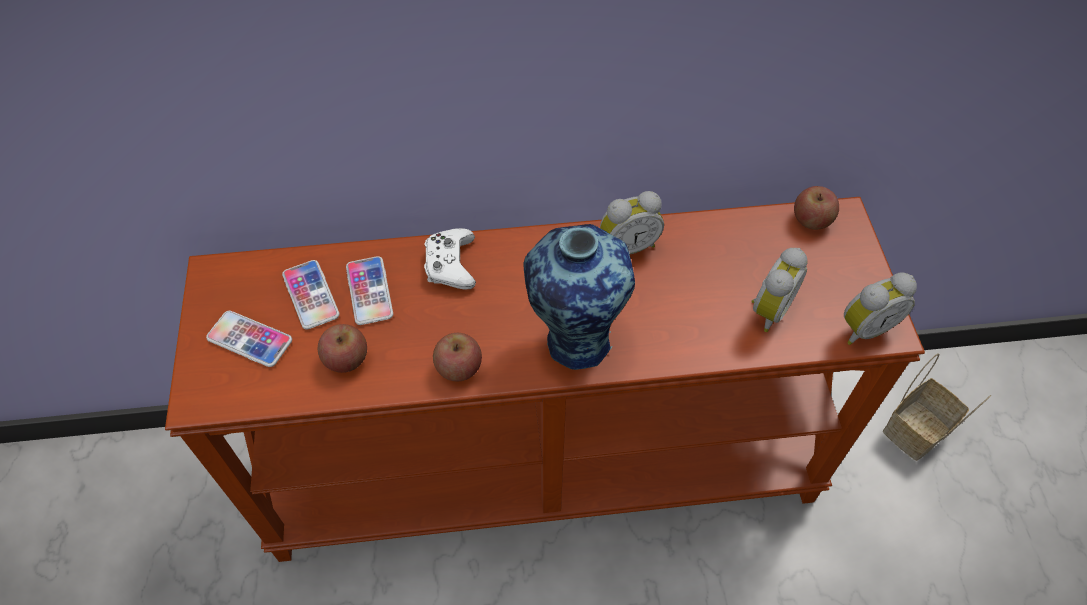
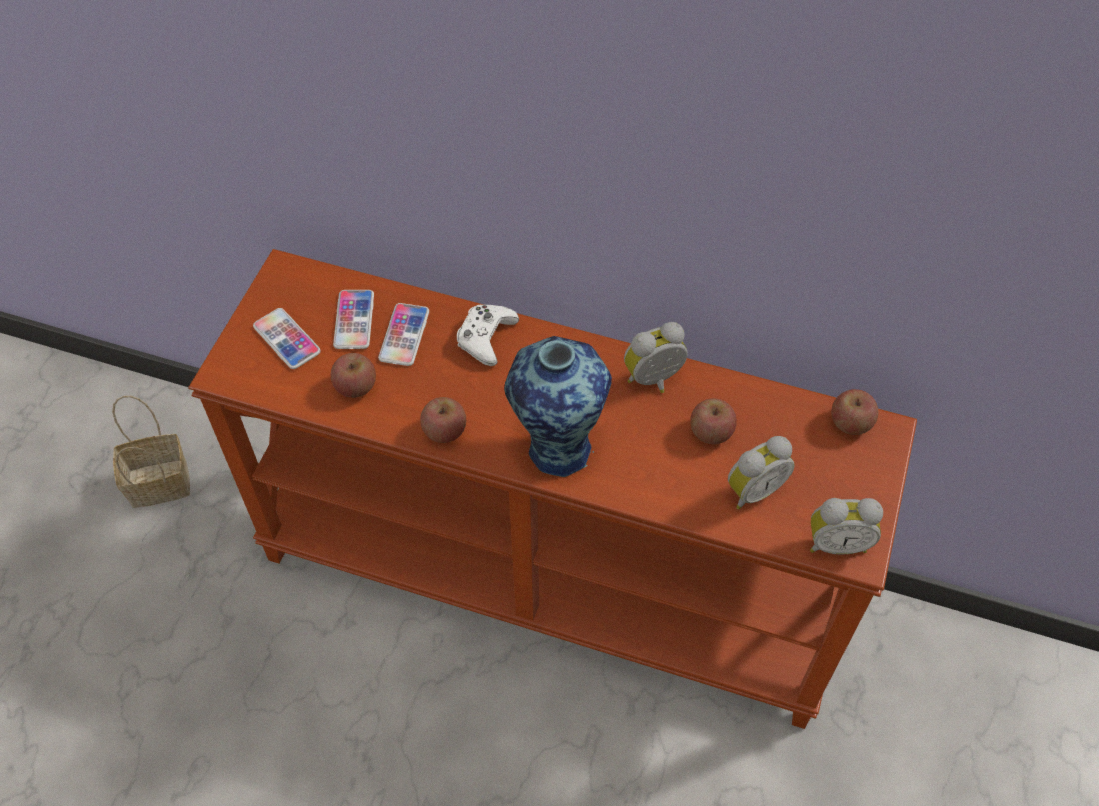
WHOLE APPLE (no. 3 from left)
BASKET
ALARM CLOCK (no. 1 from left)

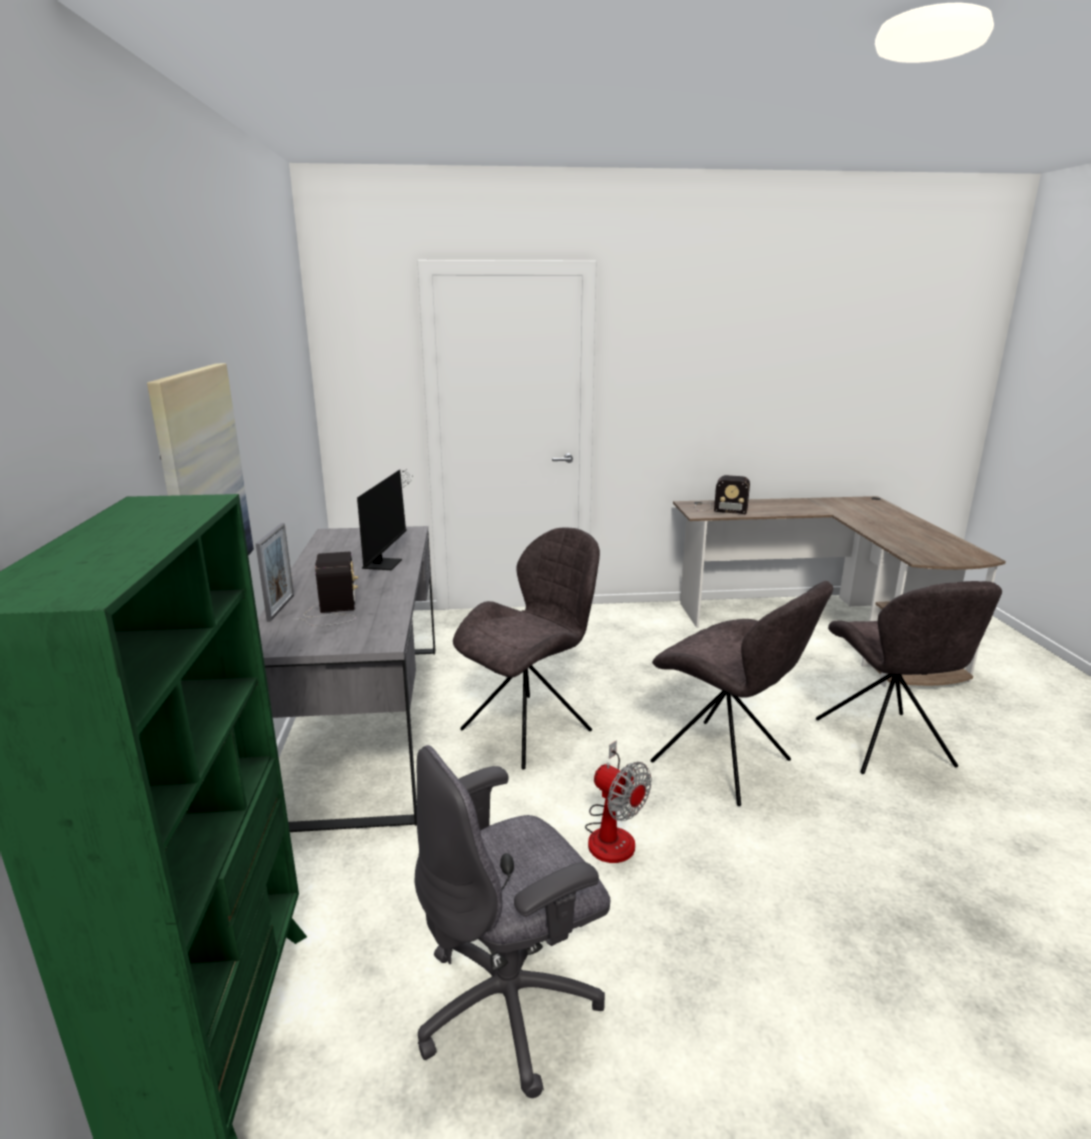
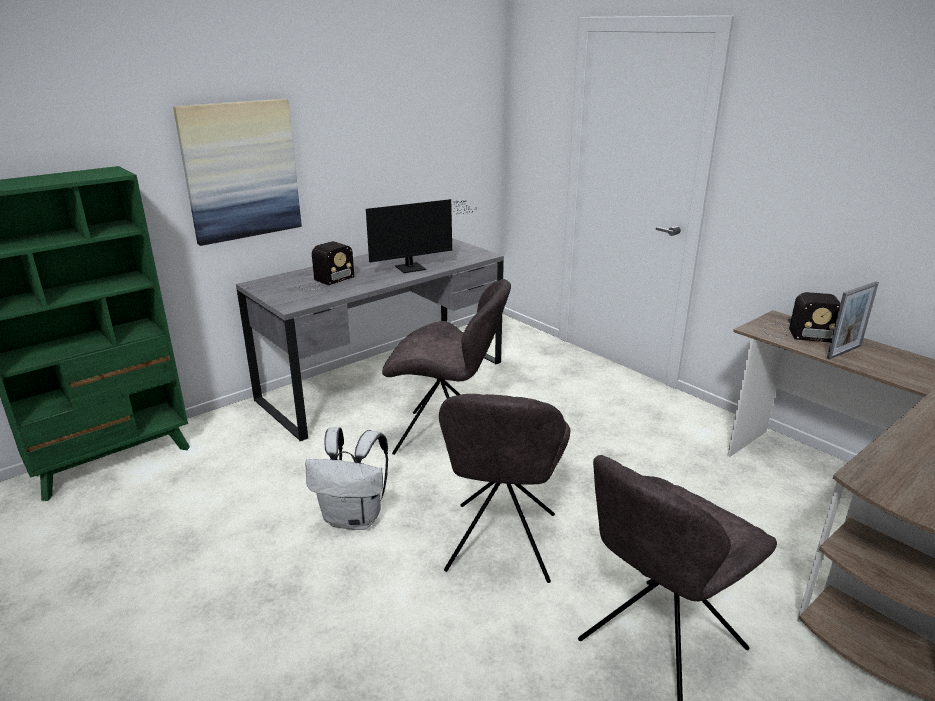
GREYISH DESK CHAIR
PHOTO FRAME
WHITE-COLOURED RUCKSACK
RADIO RECEIVER (no. 2 from left)

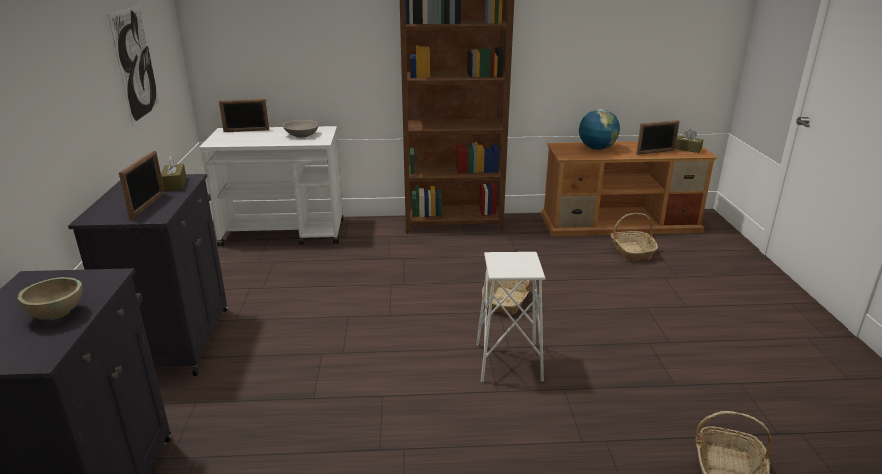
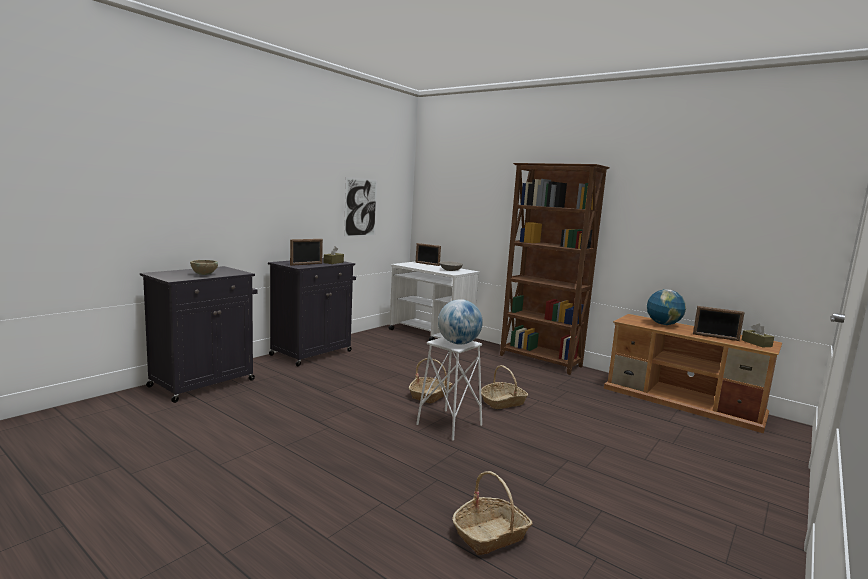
WORLD GLOBE (no. 1 from left)
BASKET (no. 1 from left)

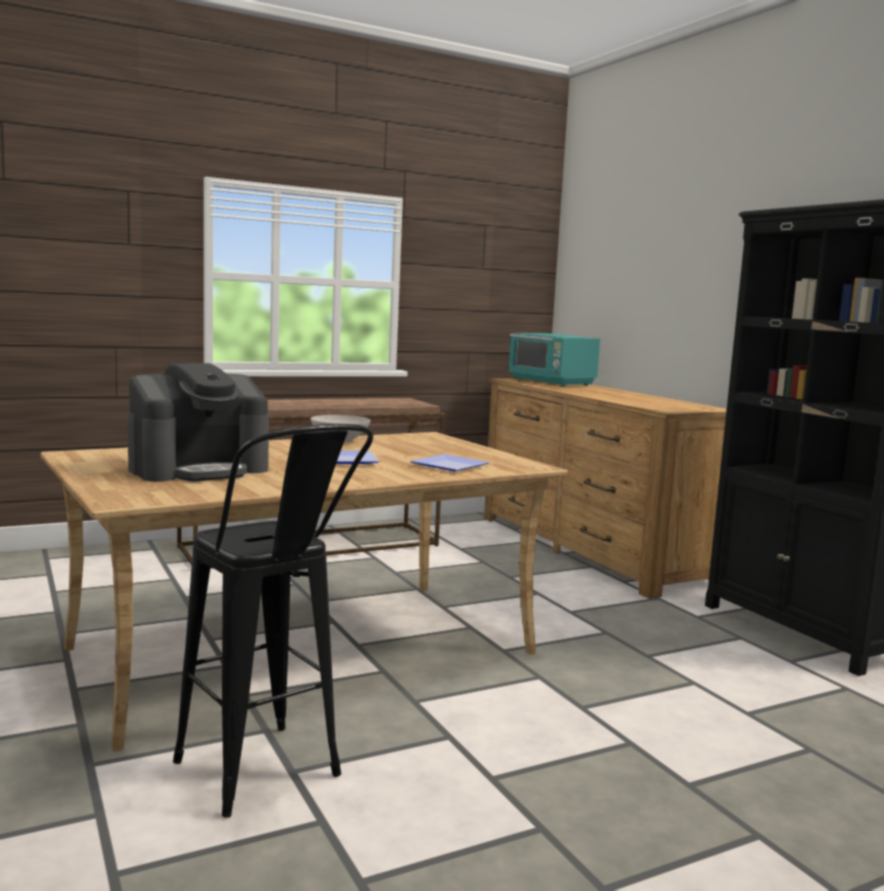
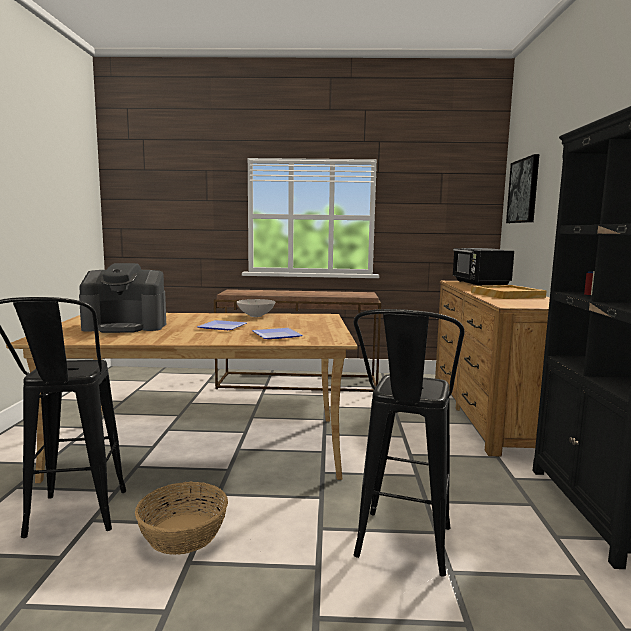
BASKET
BLACK-COLOURED SITTING STOOL (no. 2 from left)
BEIGE-COLOURED CARRYING TRAY
PICTURE
BLACK-COLOURED KITCHEN MICROWAVE

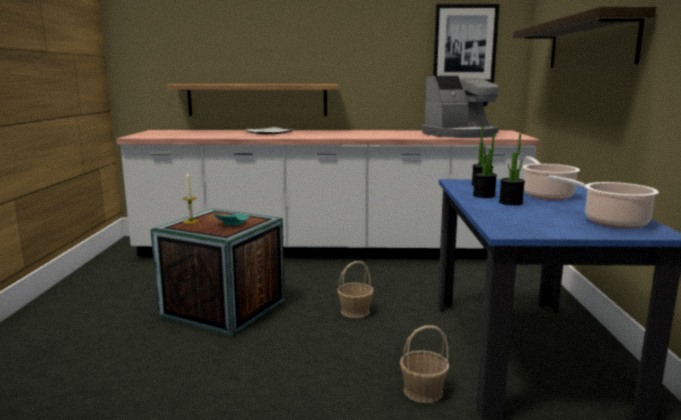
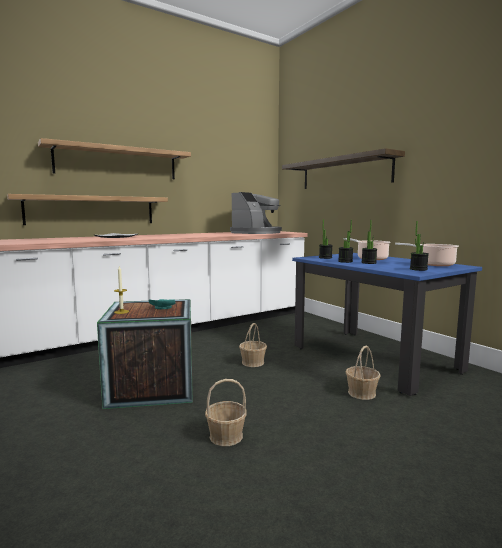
PICTURE
WALL SHELF (no. 2 from left)
BASKET (no. 1 from left)
HOUSEPLANT (no. 4 from left)

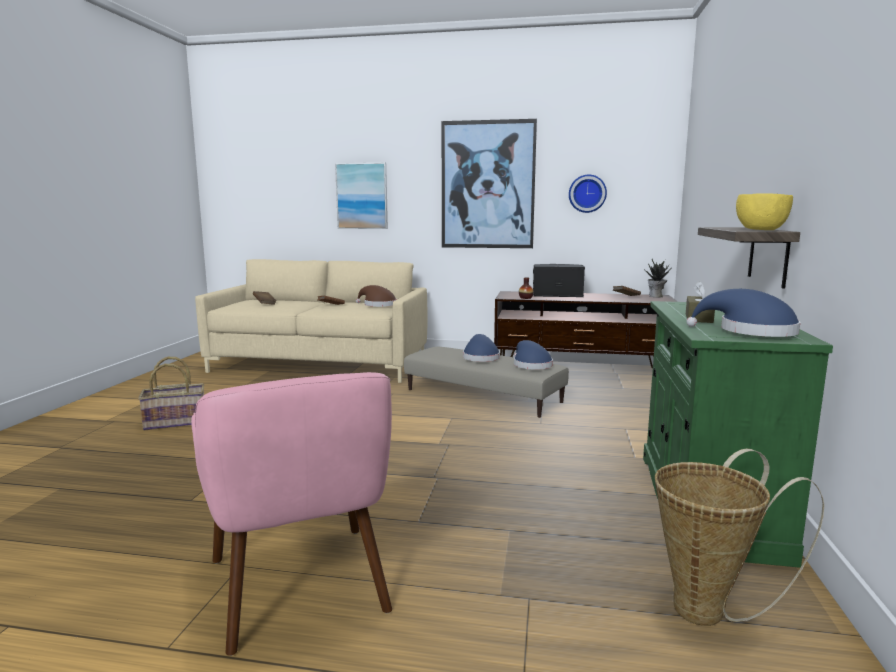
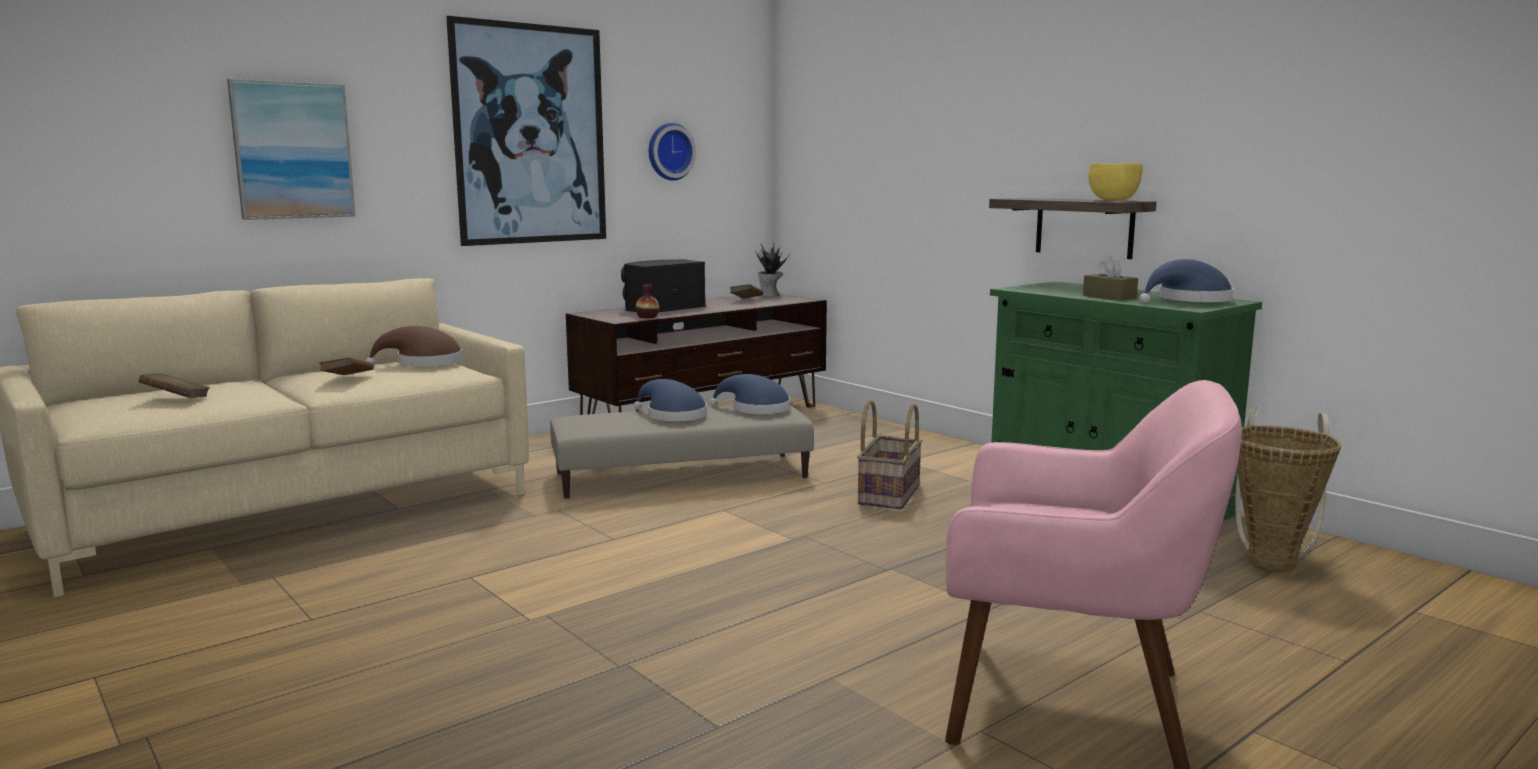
BASKET (no. 1 from left)

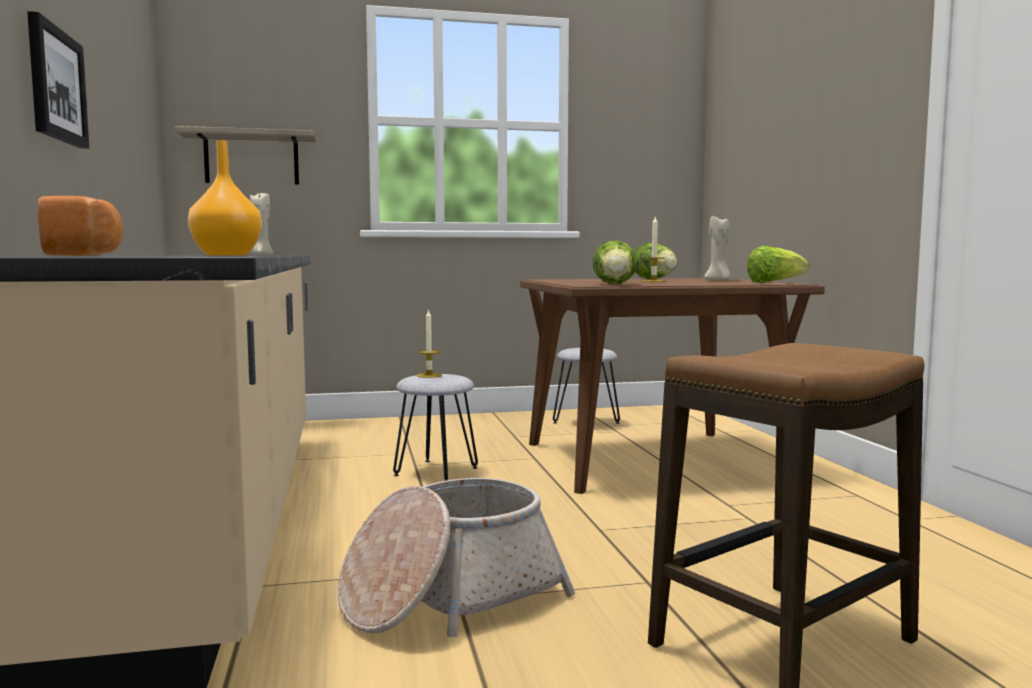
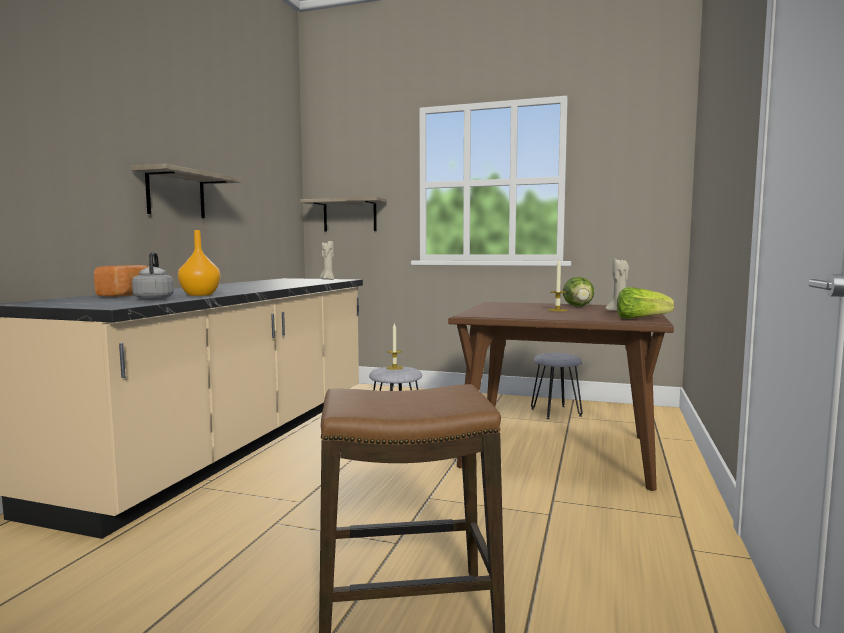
BASKET
LETTUCE HEAD (no. 1 from left in the first image)
GREYISH KETTLE
WALL SHELF (no. 1 from left)

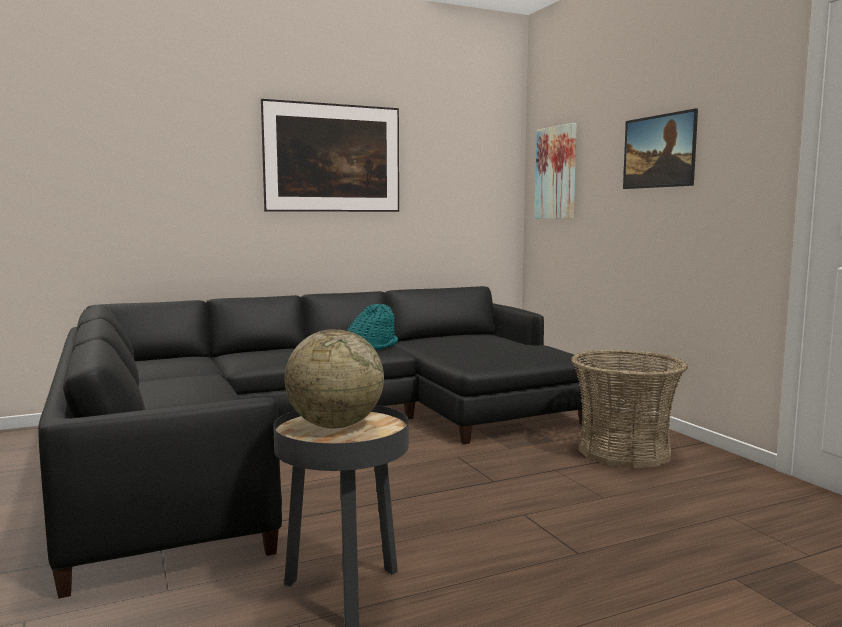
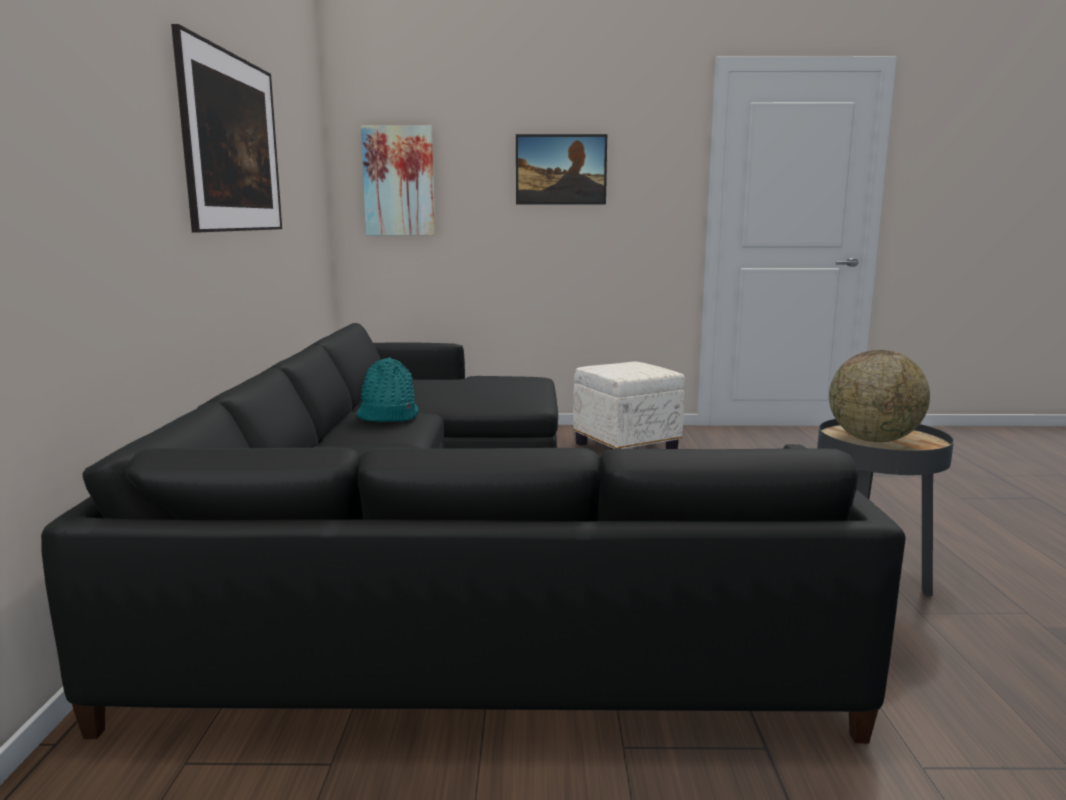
WHITE-COLOURED FOOTREST

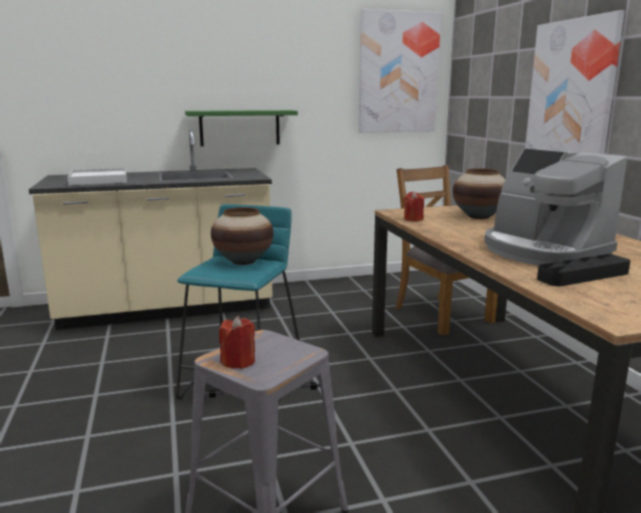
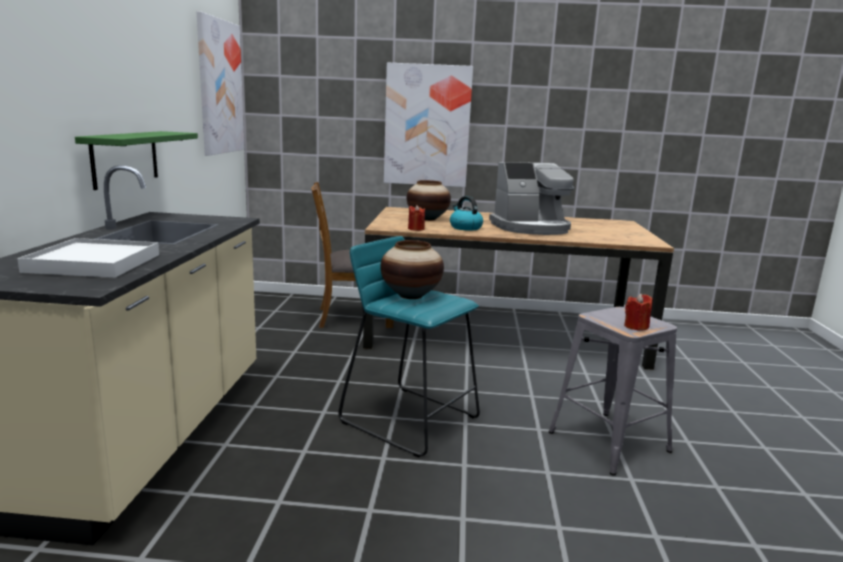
BLACK-COLOURED CARRYING TRAY
KETTLE

